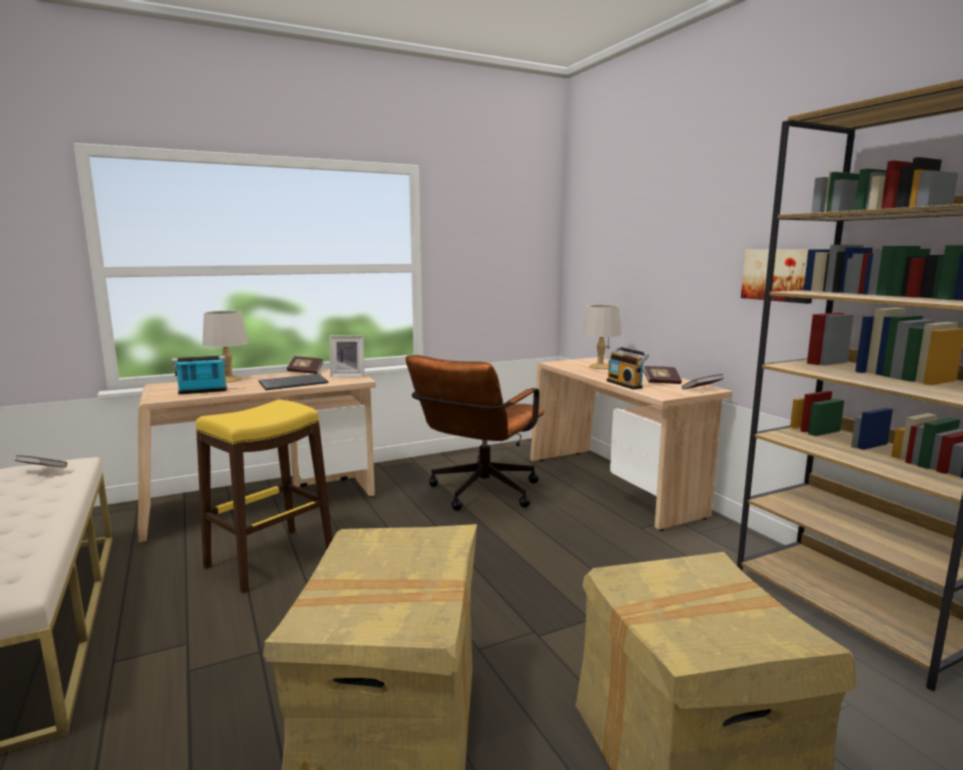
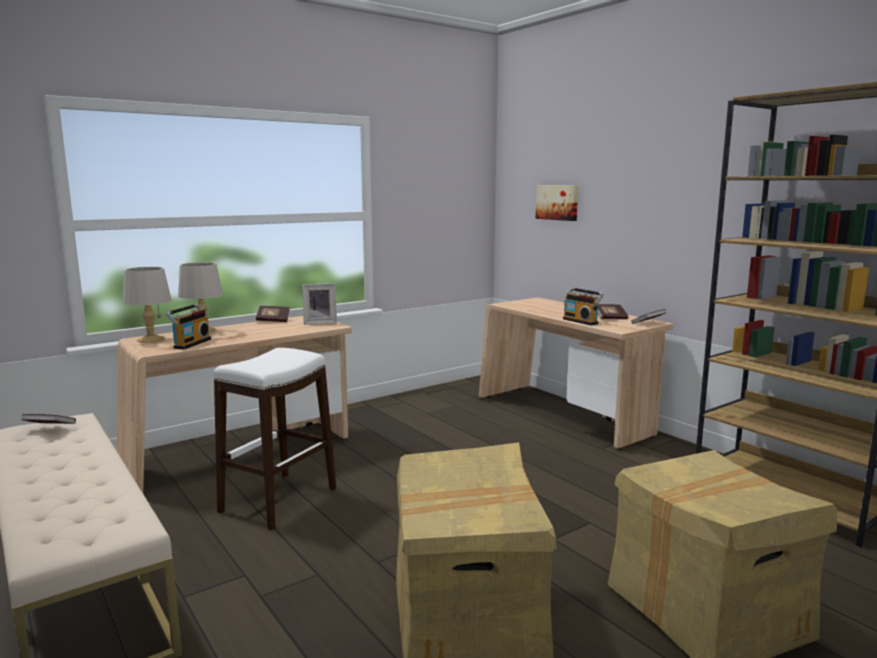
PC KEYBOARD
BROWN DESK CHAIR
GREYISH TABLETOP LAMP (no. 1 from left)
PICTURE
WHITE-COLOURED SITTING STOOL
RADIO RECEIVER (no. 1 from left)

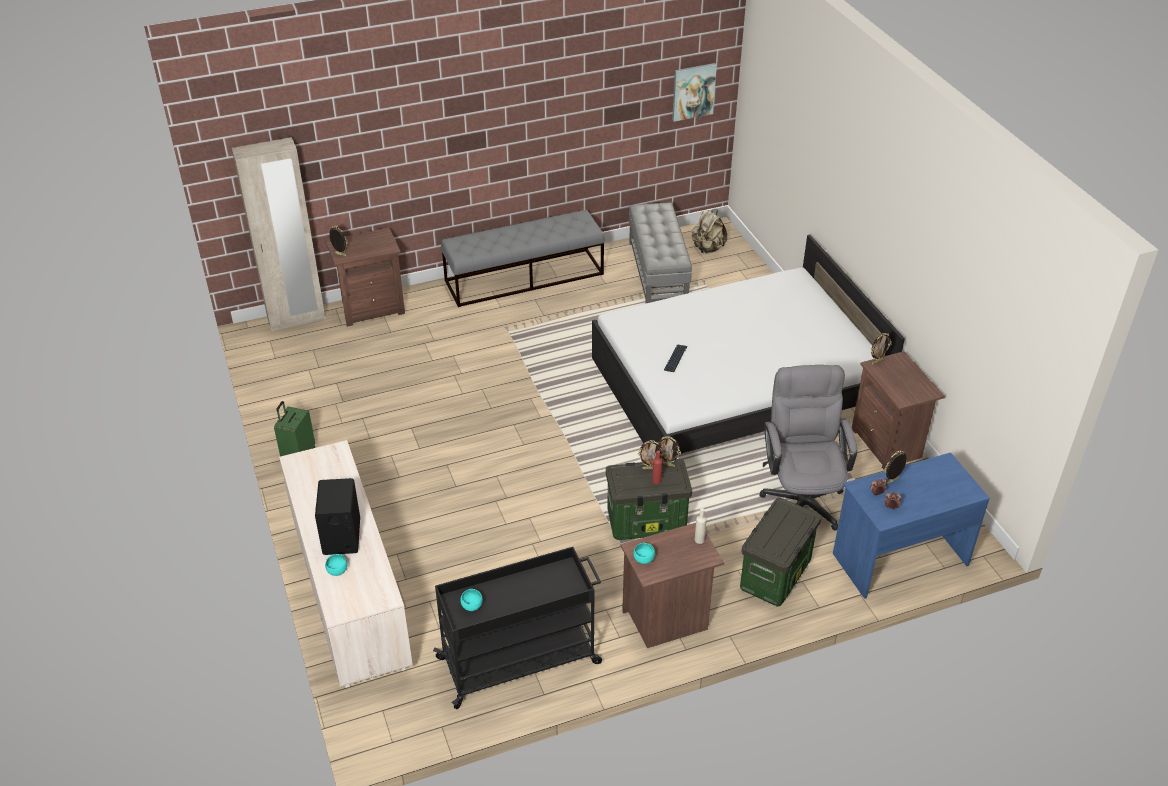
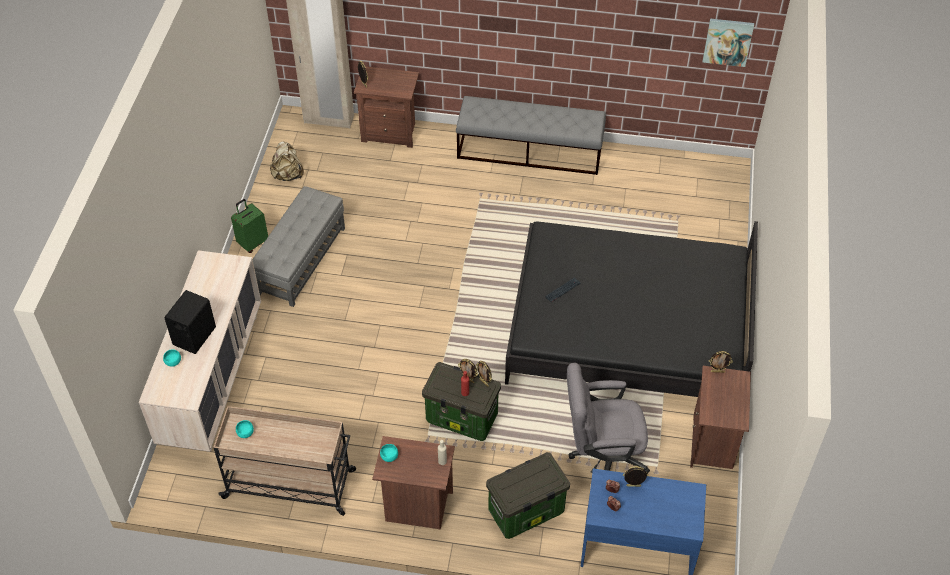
GREYISH FOOTREST
BEIGE-COLOURED RUCKSACK
BEIGE-COLOURED CART
BLACK-COLOURED BED
GREYISH DESK CHAIR

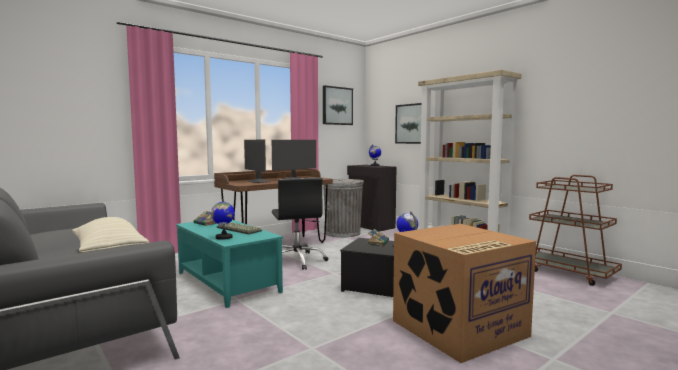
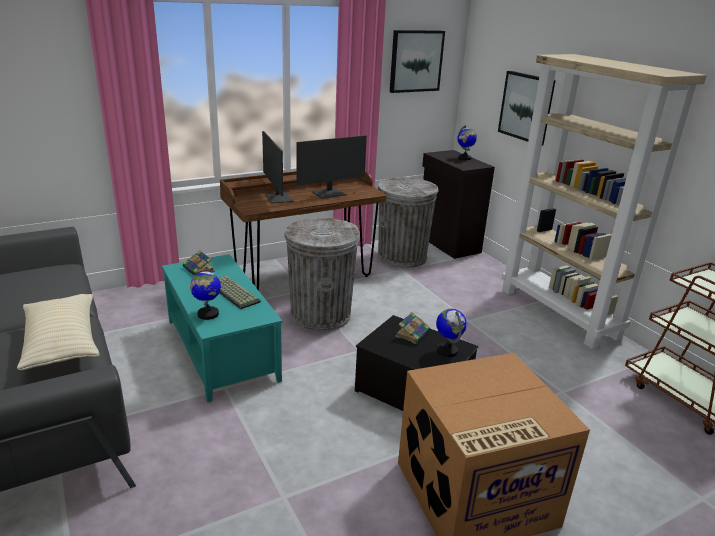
GREYISH TRASH CAN (no. 1 from left)

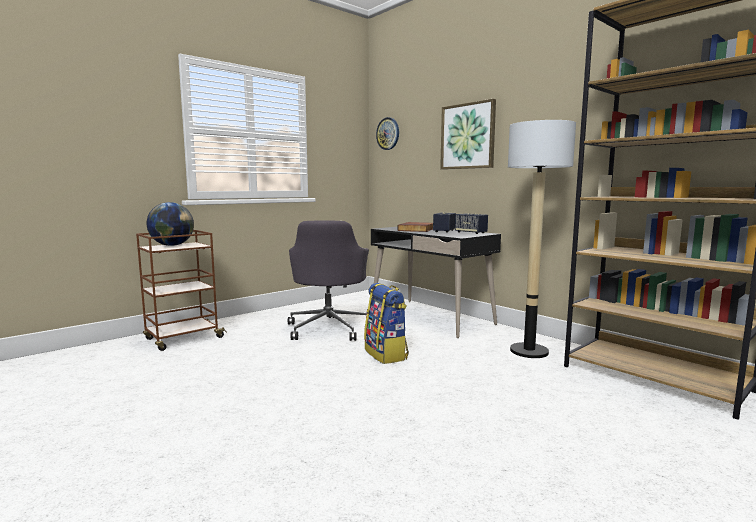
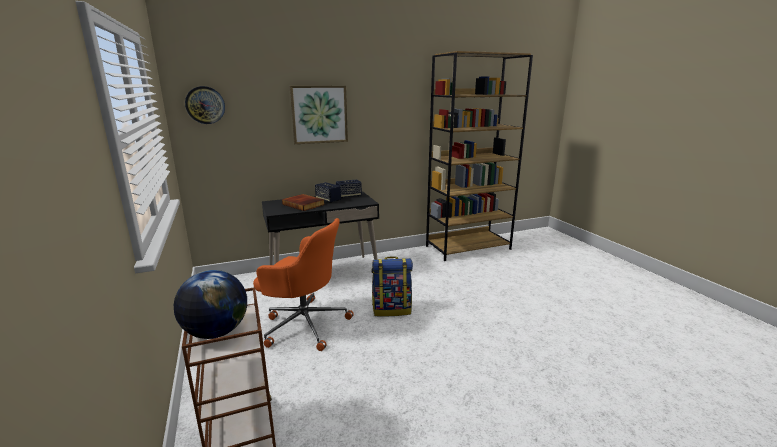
STANDING LAMP
ORANGE DESK CHAIR

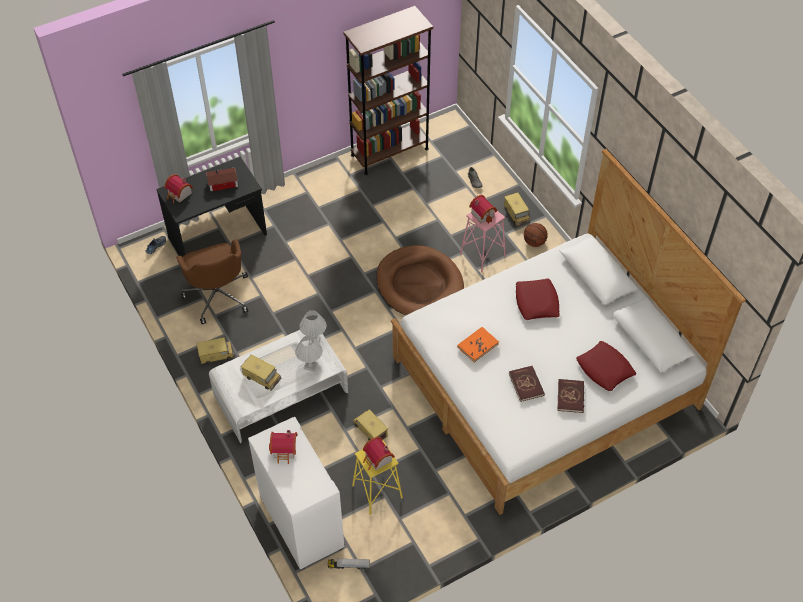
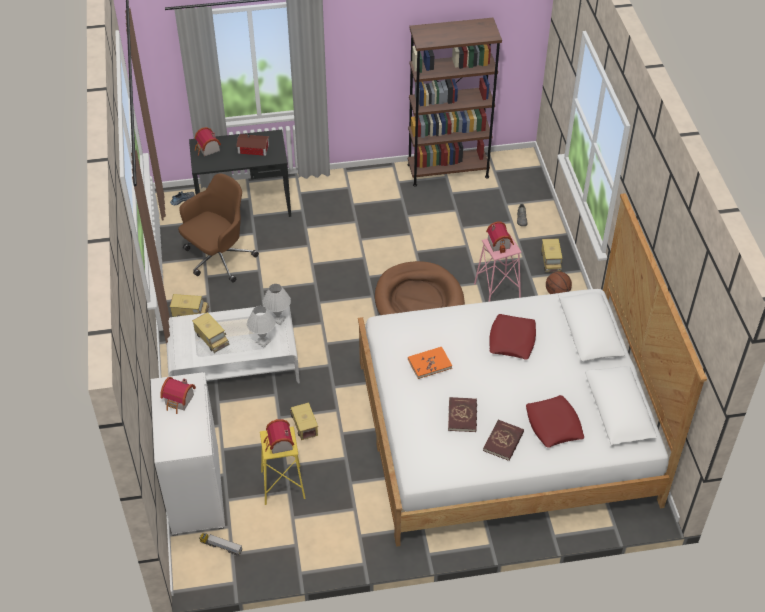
BROWN DESK CHAIR

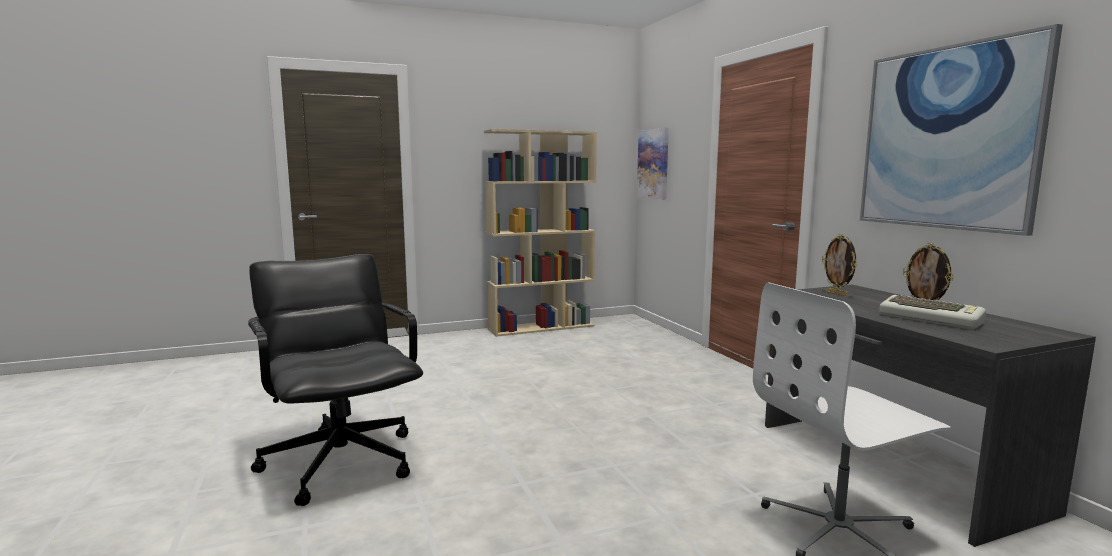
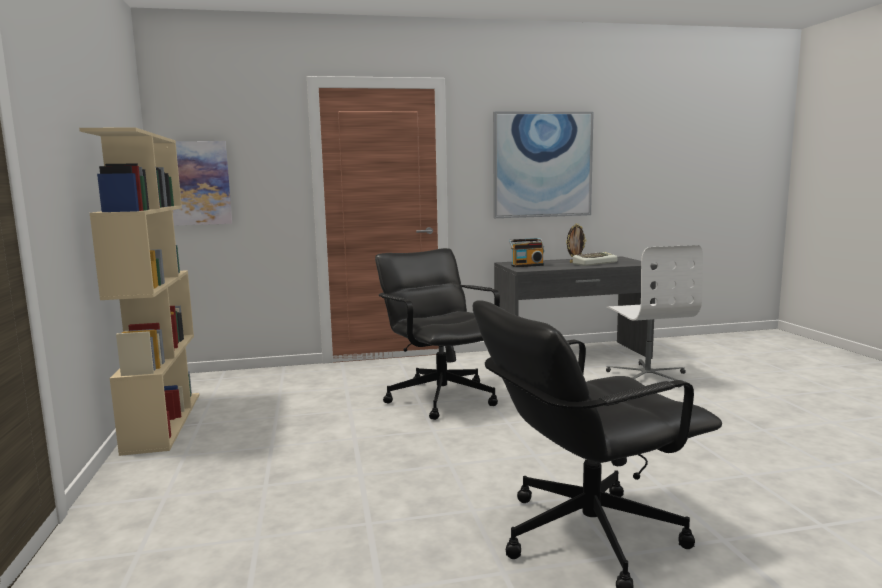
BLACK-COLOURED DESK CHAIR (no. 1 from left)
RADIO RECEIVER

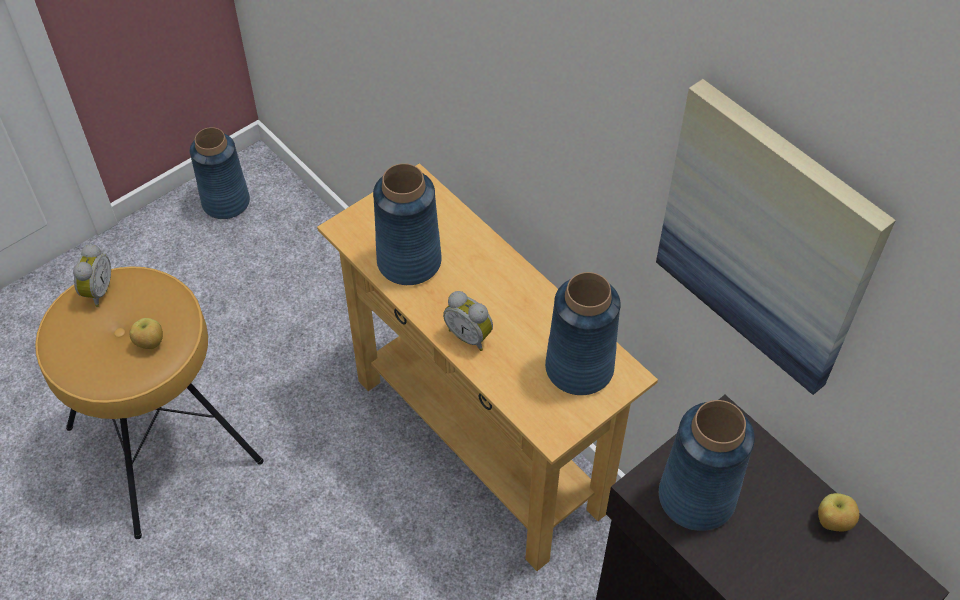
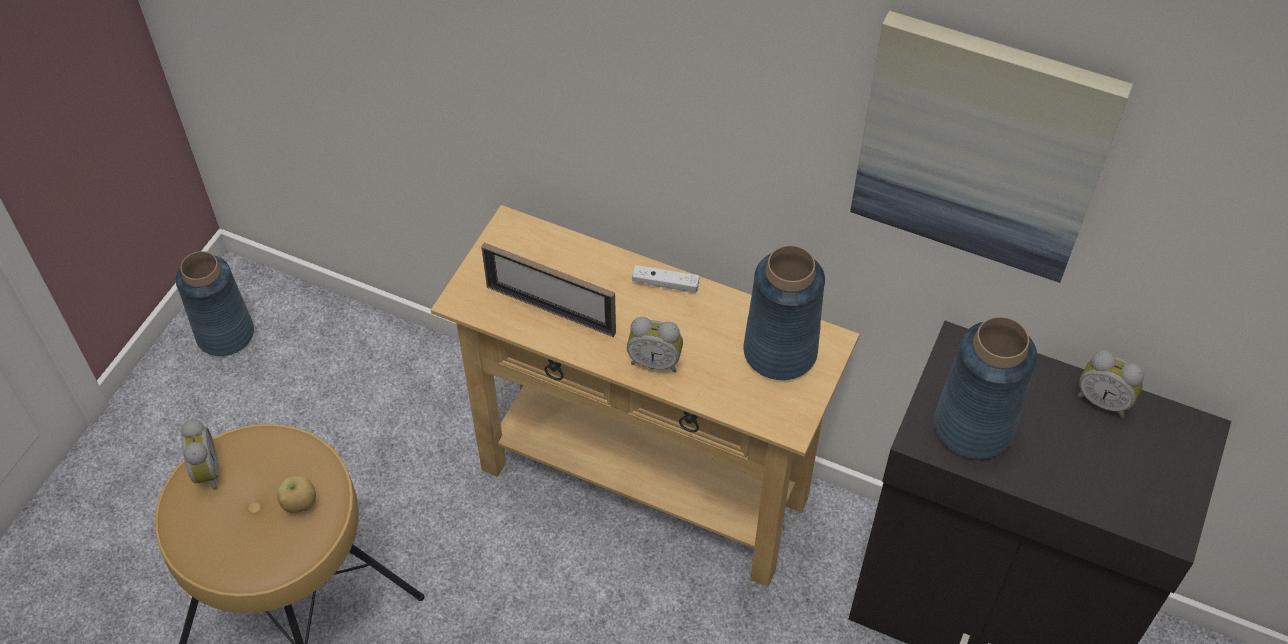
WHITE-COLOURED GAMEPAD
PHOTO FRAME
ALARM CLOCK (no. 3 from left)

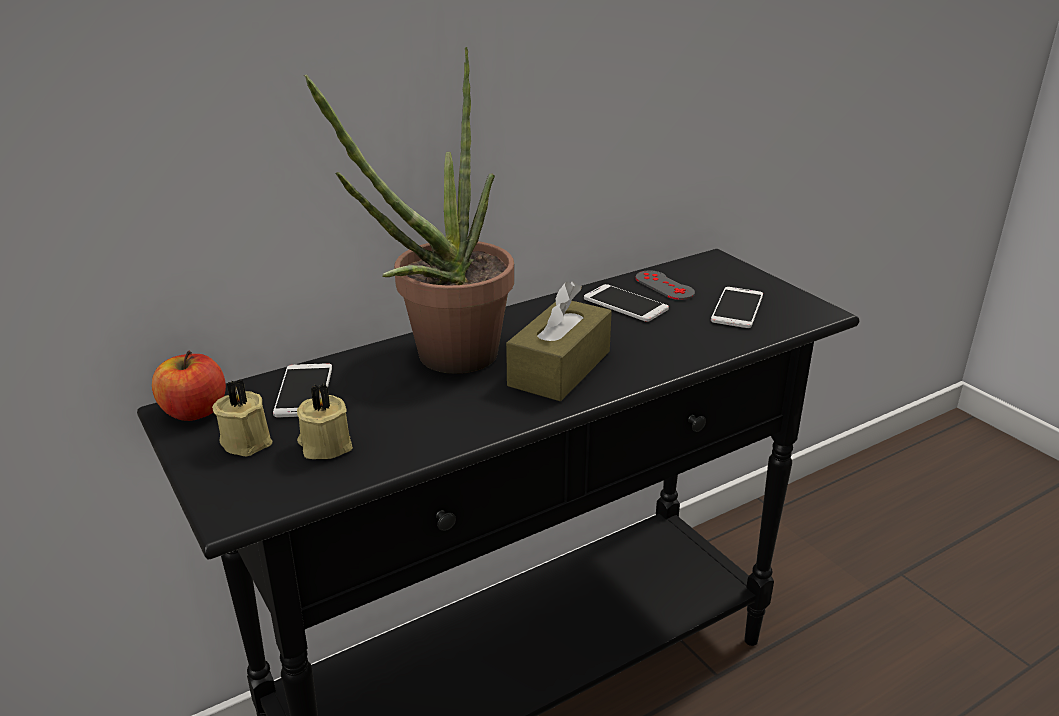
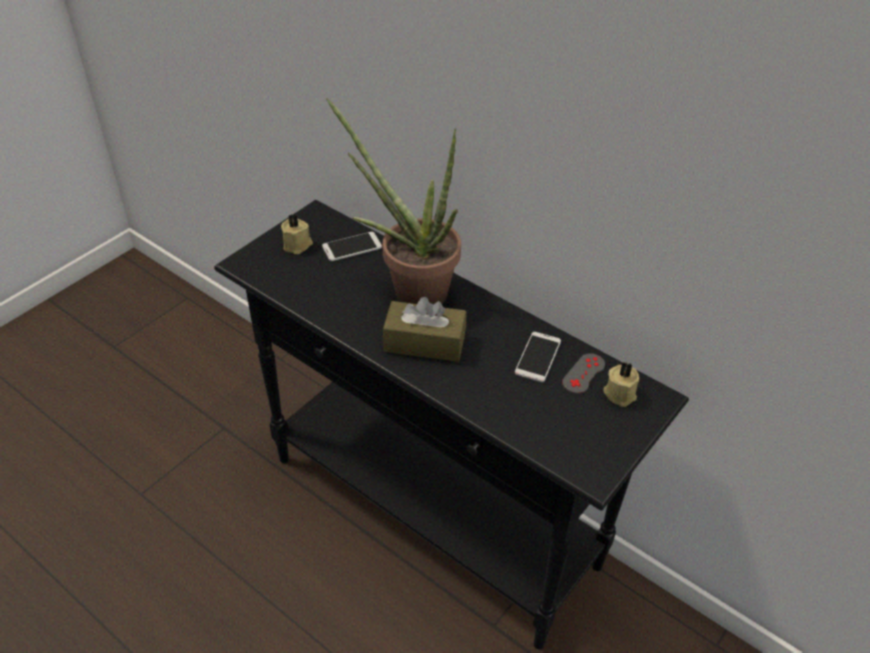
WHOLE APPLE
PHONE (no. 3 from left in the first image)
BEIGE-COLOURED WAX LIGHT (no. 2 from left)

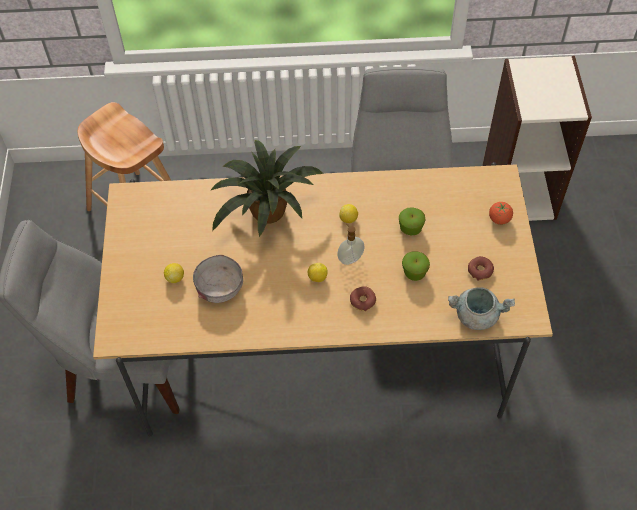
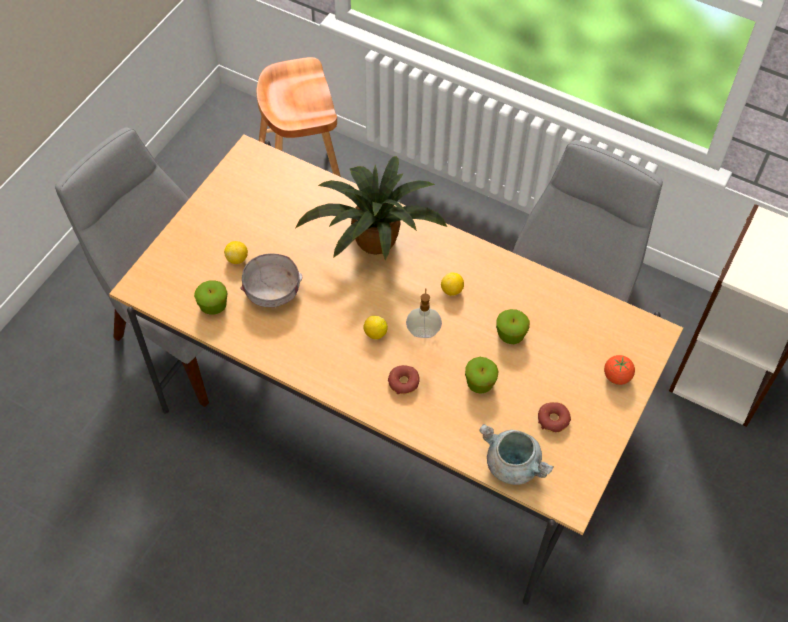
WHOLE APPLE (no. 1 from left)

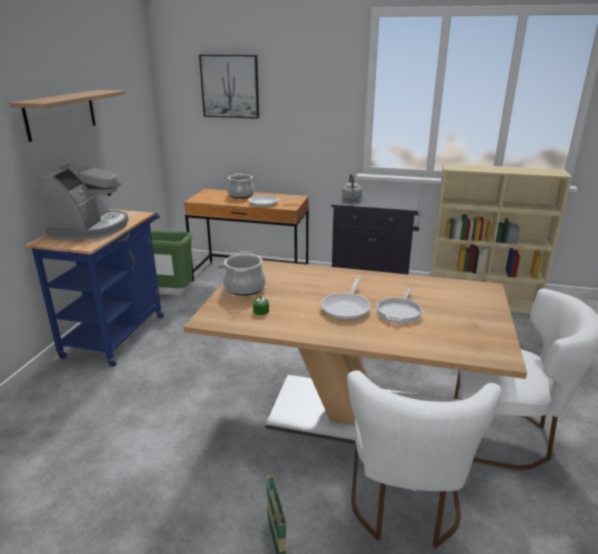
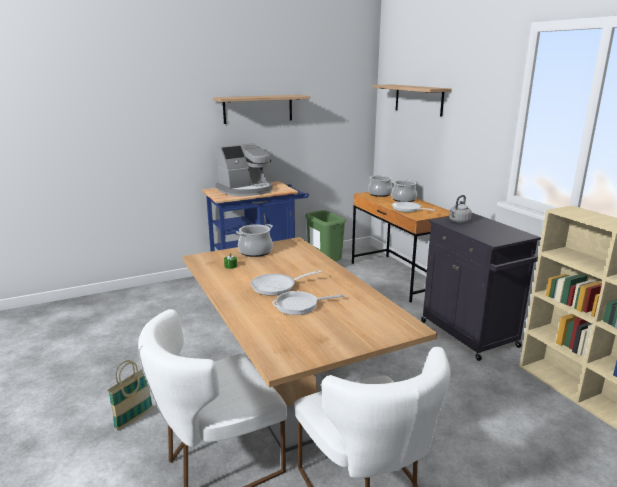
STOCKPOT (no. 2 from left)
WALL SHELF (no. 2 from left)

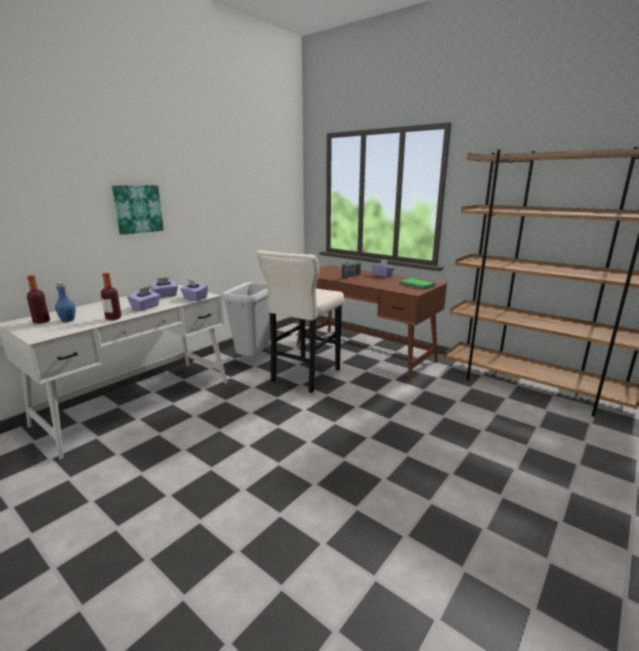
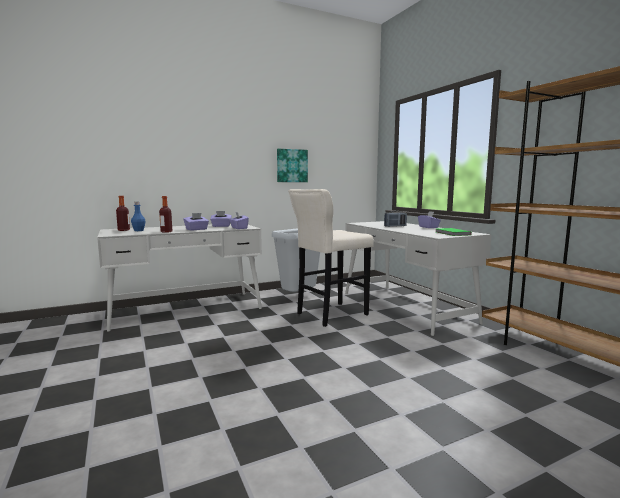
PICTURE
WHITE-COLOURED DESK (no. 2 from left)

